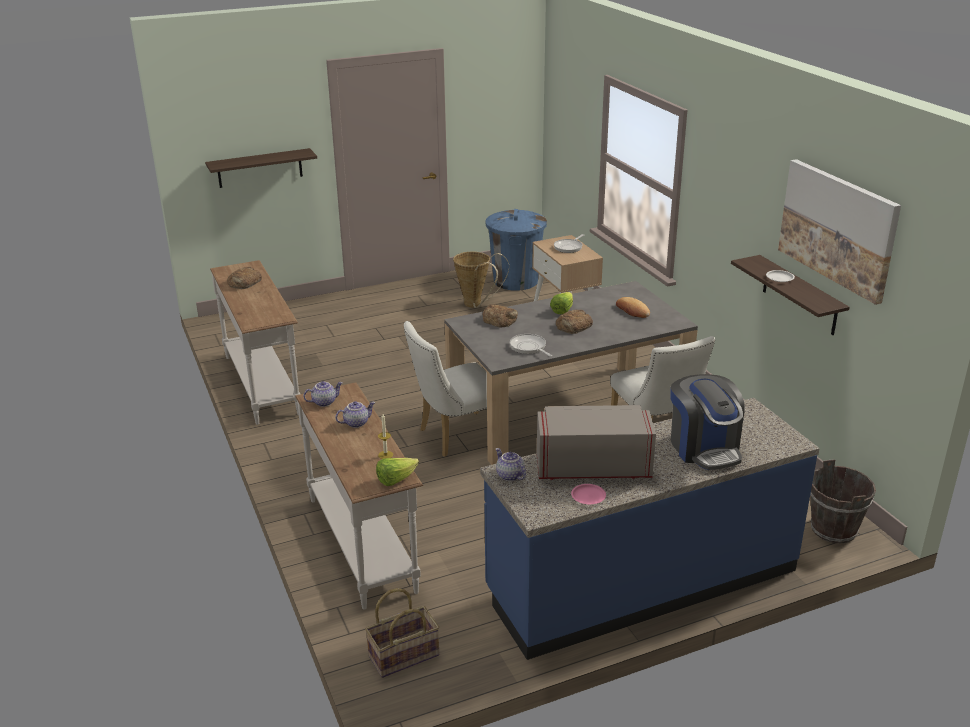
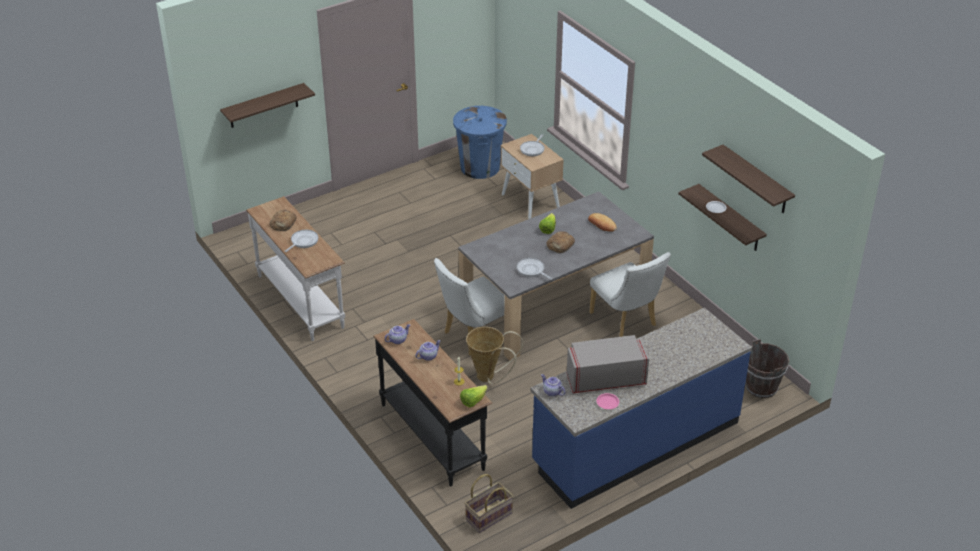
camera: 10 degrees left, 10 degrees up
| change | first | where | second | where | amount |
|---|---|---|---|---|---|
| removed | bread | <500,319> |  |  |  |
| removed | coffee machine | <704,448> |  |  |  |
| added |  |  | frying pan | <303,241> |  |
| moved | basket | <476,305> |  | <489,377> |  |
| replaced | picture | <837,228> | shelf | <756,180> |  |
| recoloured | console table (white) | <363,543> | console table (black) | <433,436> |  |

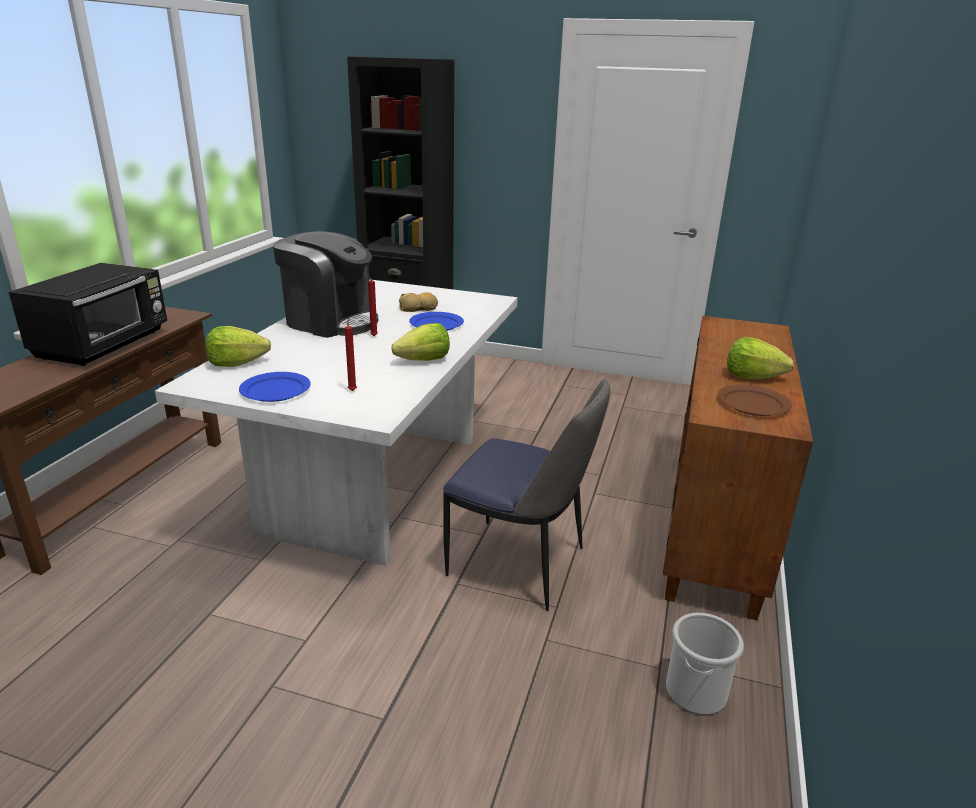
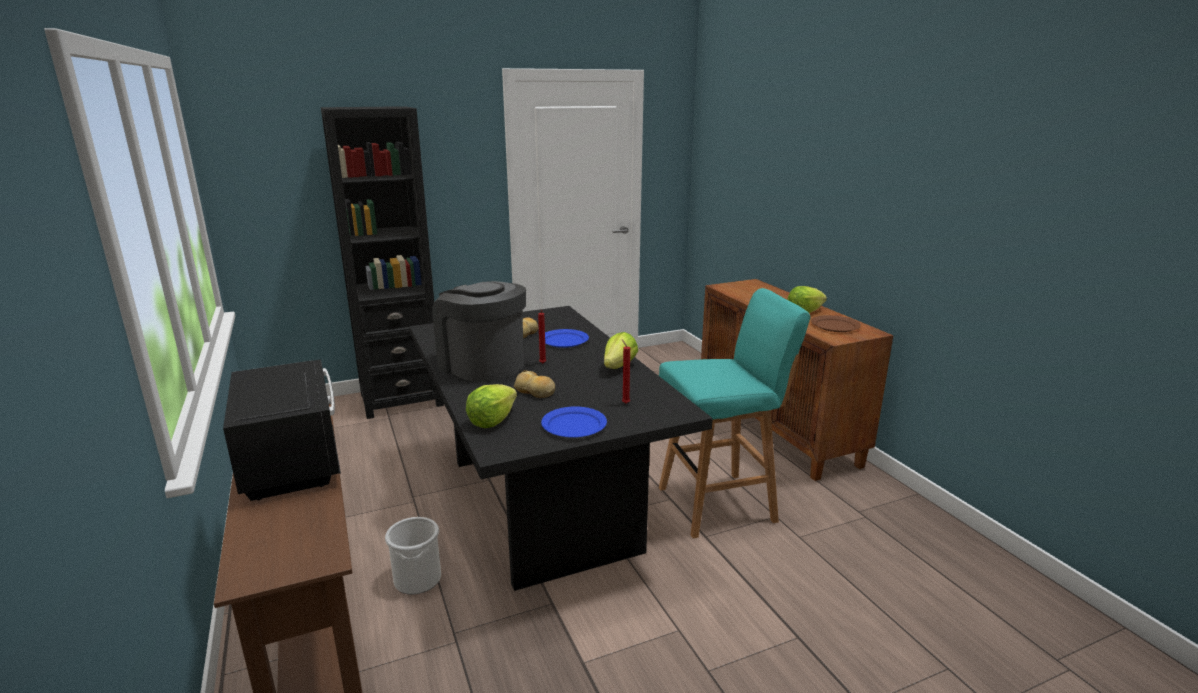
camera: 40 degrees left, 5 degrees down
| change | first | where | second | where | amount |
|---|---|---|---|---|---|
| added |  |  | bread | <535,391> |  |
| moved | bucket | <696,692> |  | <418,579> |  |
| replaced | chair | <520,564> | stool (turquoise) | <719,504> |  |
| recoloured | dining table (white) | <375,481> | dining table (black) | <540,503> |  |
| turned | coffee machine | <330,321> |  | <482,365> | 120 degrees counterclockwise |

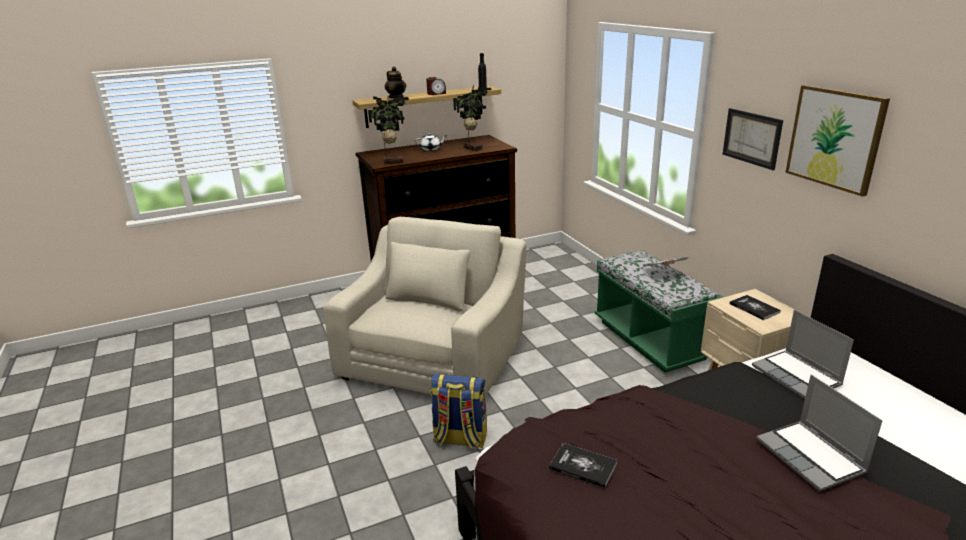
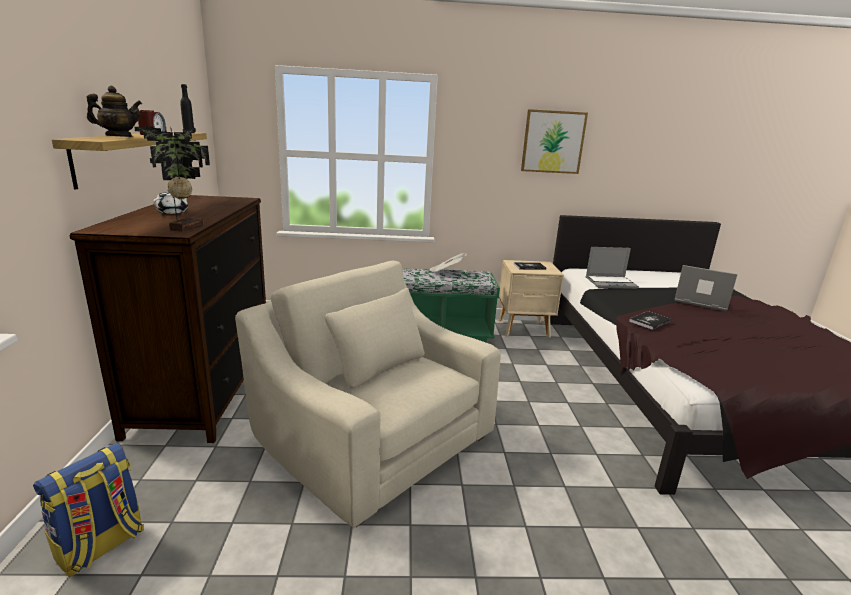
camera: 70 degrees left, 5 degrees down
| change | first | where | second | where | amount |
|---|---|---|---|---|---|
| removed | potted plant | <473,148> |  |  |  |
| removed | picture | <752,138> |  |  |  |
| moved | backpack | <460,439> |  | <100,546> |  |
| moved | book | <583,466> |  | <649,321> |  |
| turned | laptop | <811,457> |  | <699,301> | 150 degrees counterclockwise |

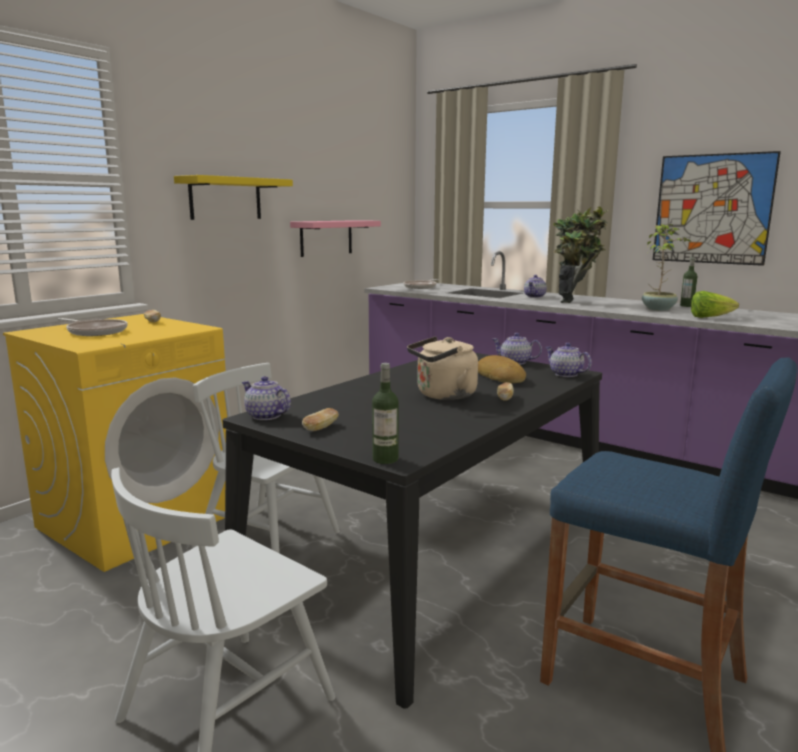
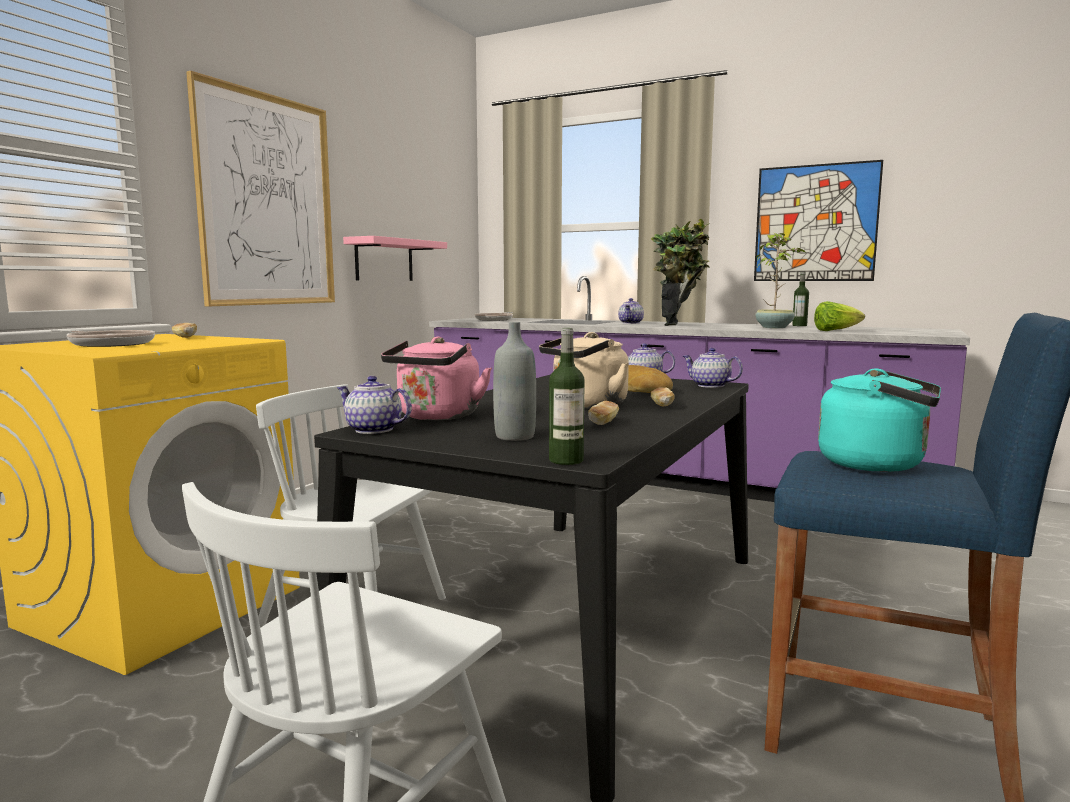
camera: 10 degrees left, 5 degrees down
| change | first | where | second | where | amount |
|---|---|---|---|---|---|
| added |  |  | kettle (pink) | <437,417> |  |
| added |  |  | bottle (grey) | <515,436> |  |
| added |  |  | kettle (turquoise) | <878,464> |  |
| moved | bread | <321,428> |  | <604,423> |  |
| replaced | shelf (yellow) | <225,198> | picture | <267,201> |  |

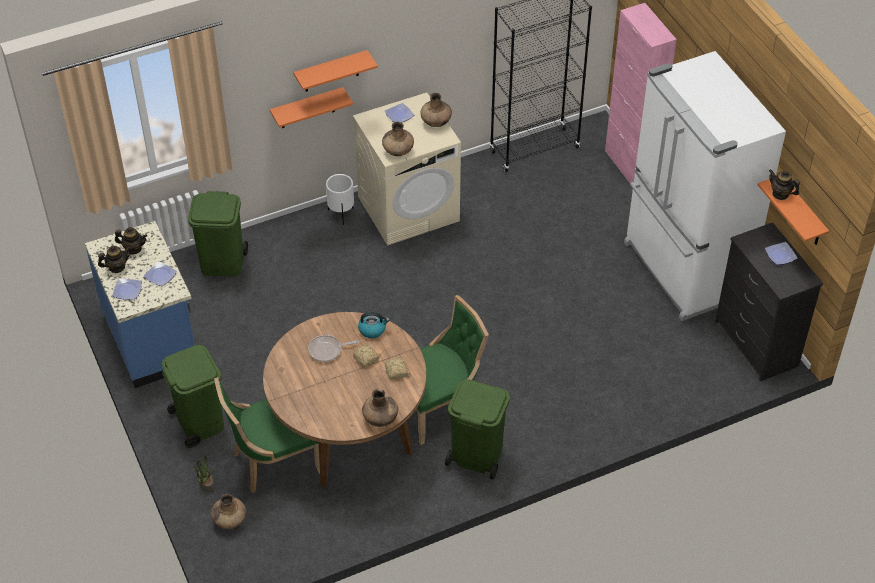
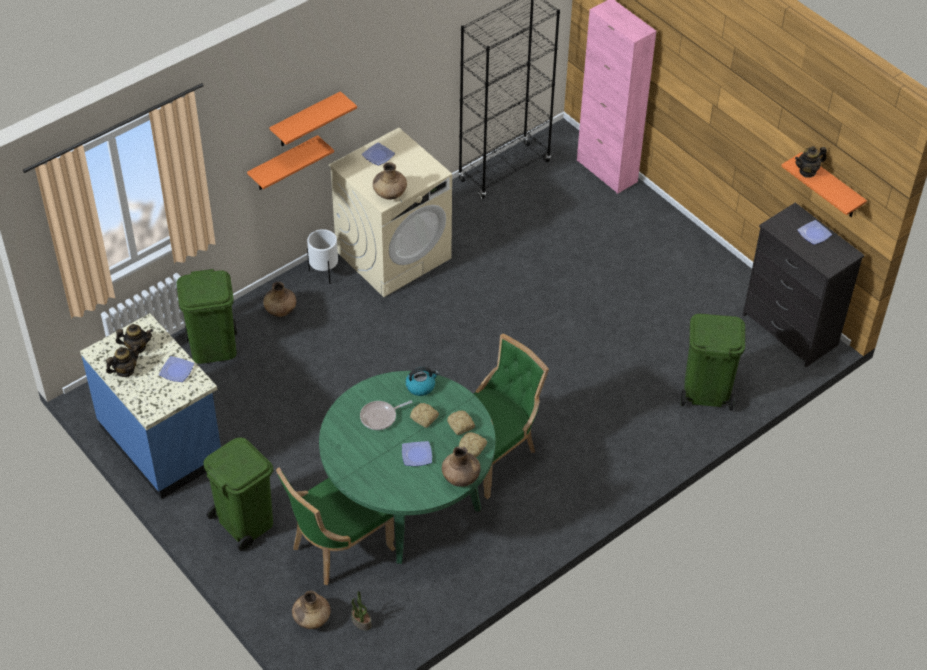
camera: 15 degrees left, 0 degrees up
| change | first | where | second | where | amount |
|---|---|---|---|---|---|
| removed | fridge (white) | <683,271> |  |  |  |
| added |  |  | bread | <473,447> |  |
| moved | plate | <127,291> |  | <416,456> |  |
| moved | potted plant | <206,484> |  | <361,622> |  |
| moved | vase (brown) | <436,122> |  | <280,310> |  |
| moved | trash can (green) | <476,456> |  | <706,392> |  |
| recoloured | dining table (brown) | <349,434> | dining table (green) | <408,503> |  |
| turned | teapot | <780,194> |  | <807,171> | 45 degrees counterclockwise |

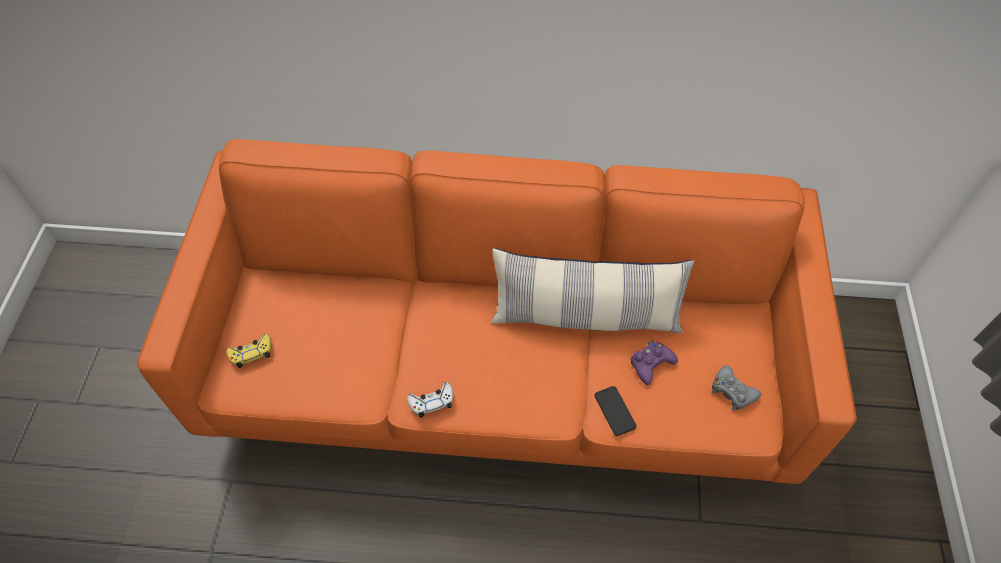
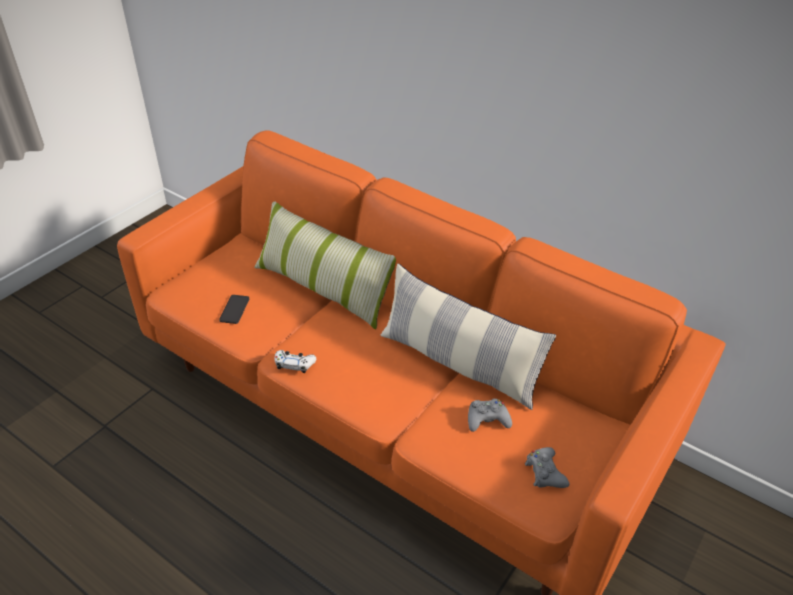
camera: 30 degrees right, 15 degrees down
| change | first | where | second | where | amount |
|---|---|---|---|---|---|
| removed | game controller (yellow) | <251,353> |  |  |  |
| added |  |  | pillow | <323,288> |  |
| moved | phone | <615,411> |  | <234,309> |  |
| recoloured | game controller (purple) | <651,364> | game controller (grey) | <487,419> |  |

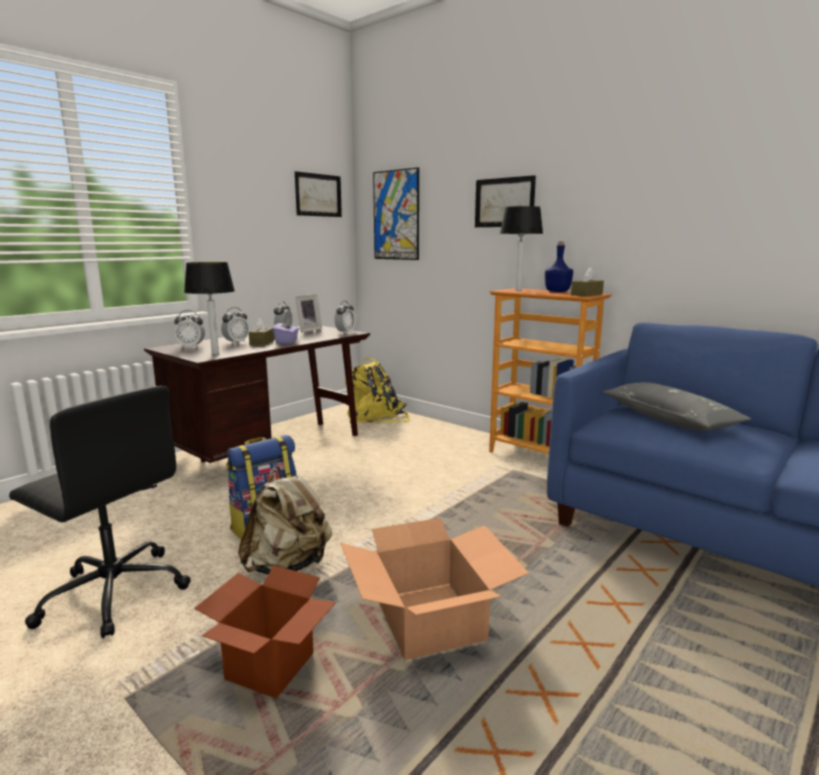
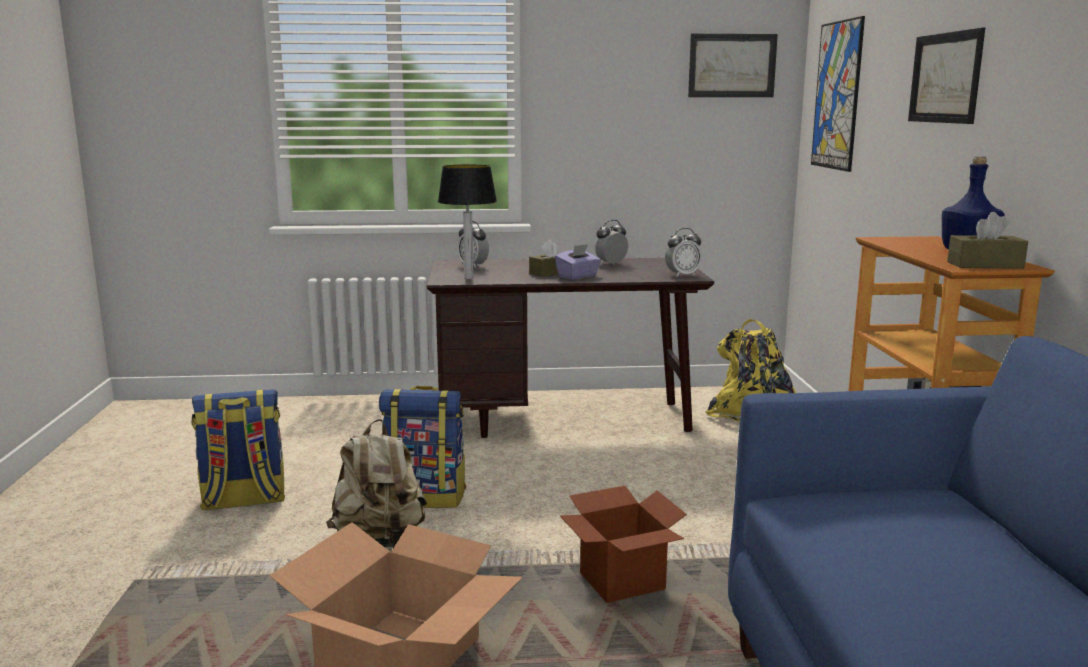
camera: 45 degrees right, 0 degrees up
| change | first | where | second | where | amount |
|---|---|---|---|---|---|
| removed | alarm clock | <236,342> |  |  |  |
| removed | picture frame | <307,330> |  |  |  |
| removed | table lamp | <517,290> |  |  |  |
| removed | pillow (grey) | <669,419> |  |  |  |
| moved | cardboard box | <270,666> |  | <622,581> |  |
| replaced | office chair (black) | <114,592> | backpack | <243,500> |  |

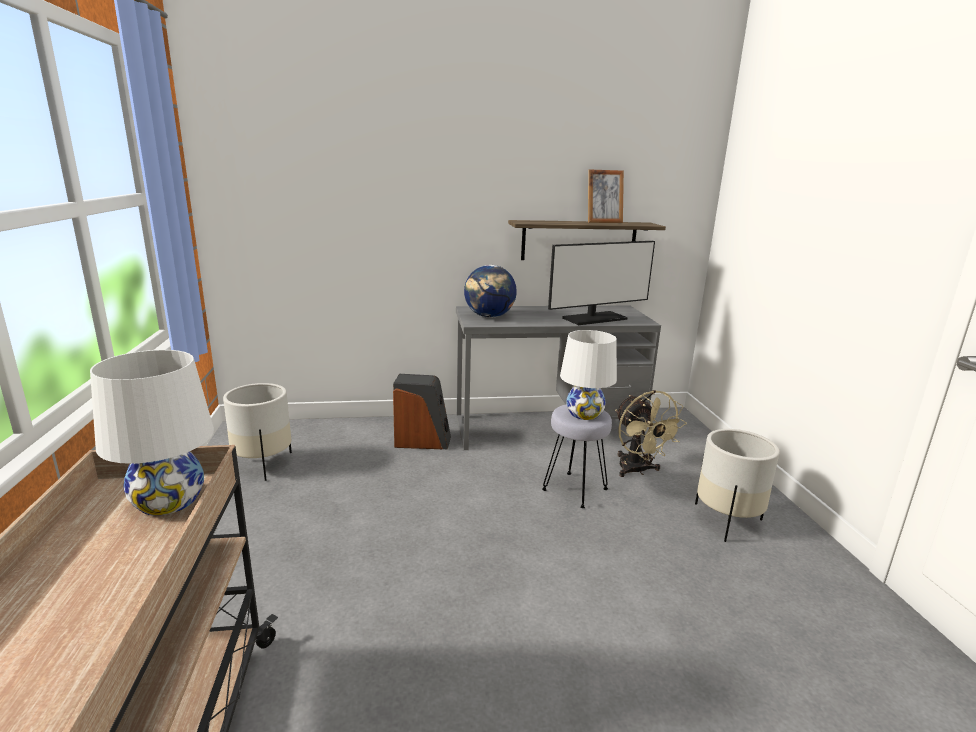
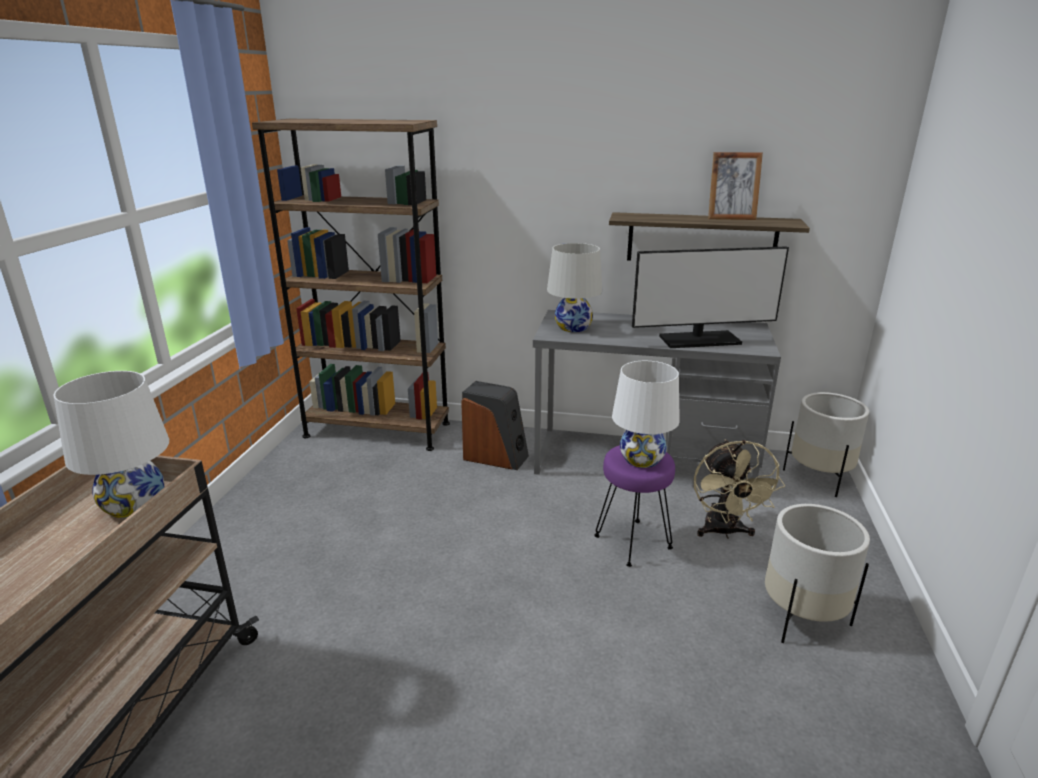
camera: 20 degrees right, 5 degrees up
| change | first | where | second | where | amount |
|---|---|---|---|---|---|
| added |  |  | bookcase (brown) | <377,430> |  |
| moved | planter (white) | <263,464> |  | <819,477> |  |
| replaced | globe | <489,316> | table lamp (white) | <573,327> |  |
| recoloured | stool (grey) | <574,490> | stool (purple) | <632,542> |  |

